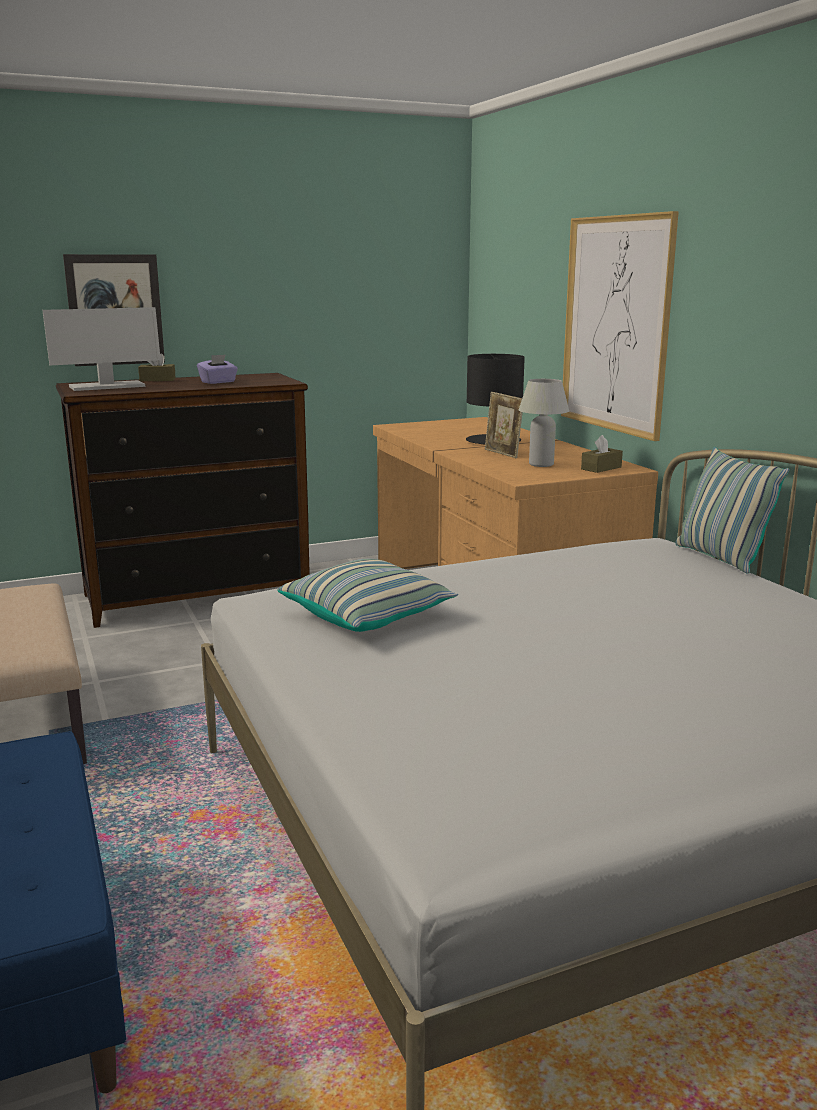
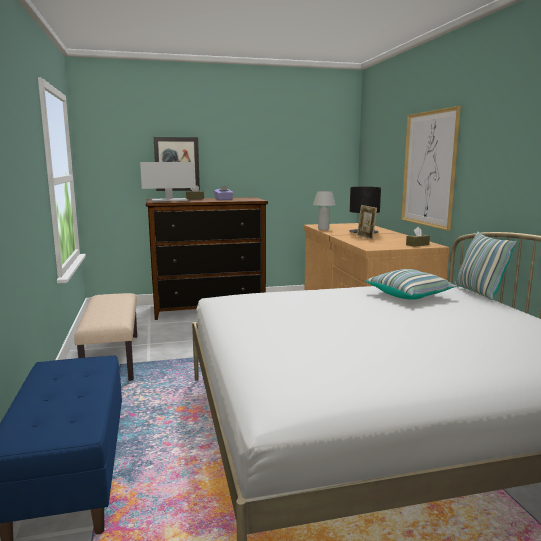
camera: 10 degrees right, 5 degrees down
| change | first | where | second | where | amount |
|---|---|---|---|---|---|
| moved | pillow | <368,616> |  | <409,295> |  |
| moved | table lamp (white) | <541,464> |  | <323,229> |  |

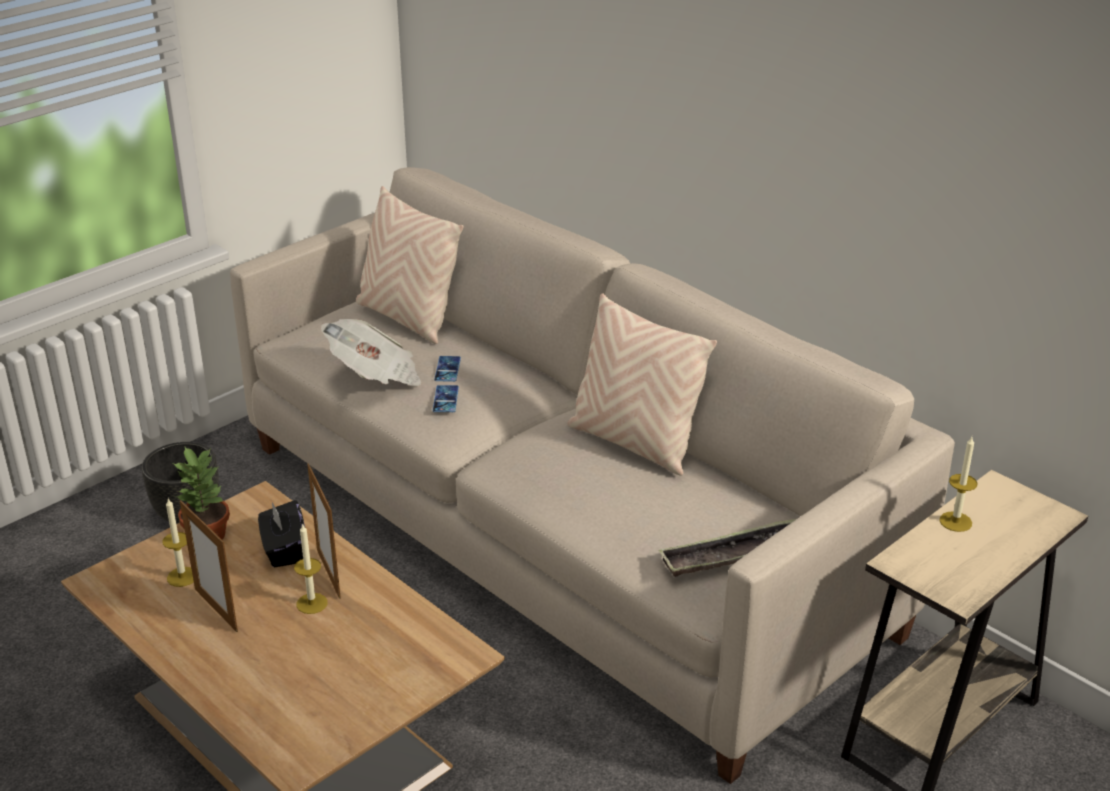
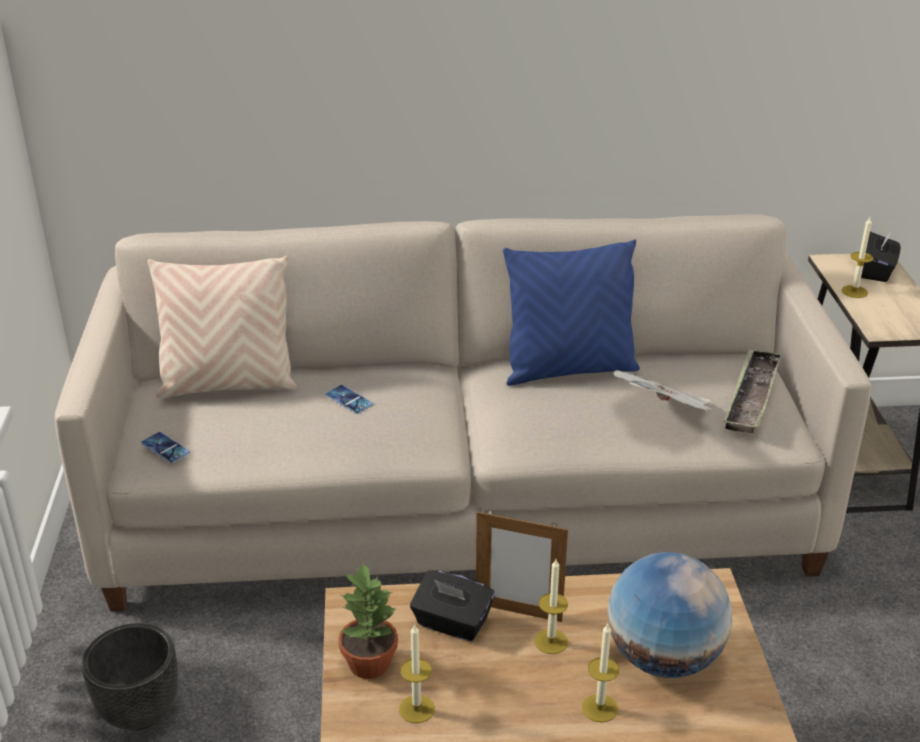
camera: 50 degrees left, 0 degrees up
| change | first | where | second | where | amount |
|---|---|---|---|---|---|
| removed | picture frame | <216,610> |  |  |  |
| added |  |  | candle | <599,708> |  |
| added |  |  | globe | <663,658> |  |
| added |  |  | tissue box (black) | <876,271> |  |
| moved | newspaper | <375,376> |  | <665,414> |  |
| moved | phone | <445,399> |  | <165,448> |  |
| recoloured | pillow (beige) | <634,443> | pillow (blue) | <569,370> |  |

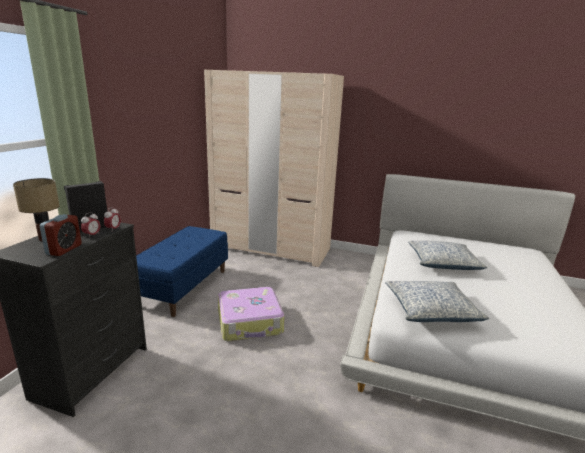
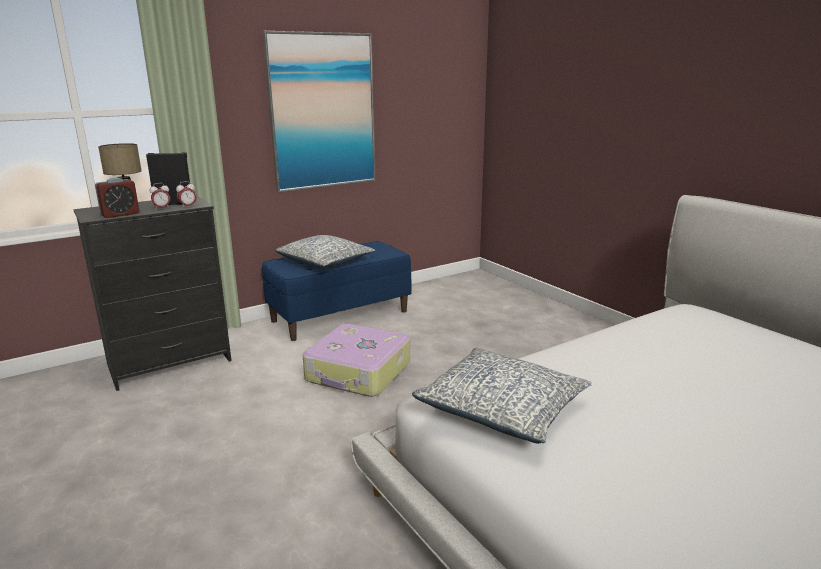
camera: 40 degrees right, 0 degrees up
| change | first | where | second | where | amount |
|---|---|---|---|---|---|
| removed | wardrobe (beige) | <271,248> |  |  |  |
| added |  |  | picture | <323,112> |  |
| moved | pillow | <443,263> |  | <325,262> |  |

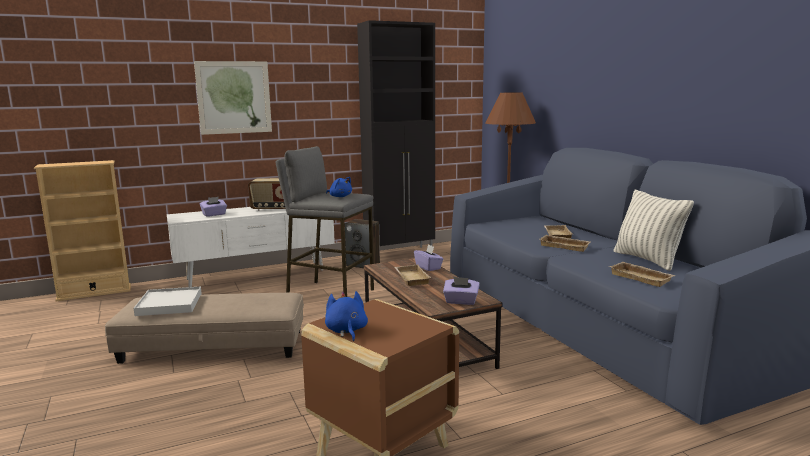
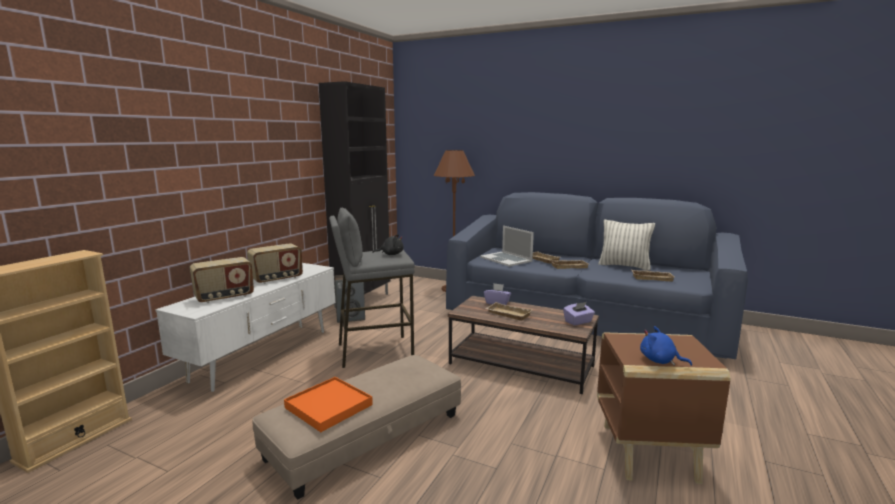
camera: 40 degrees left, 0 degrees up
| change | first | where | second | where | amount |
|---|---|---|---|---|---|
| removed | picture | <234,97> |  |  |  |
| added |  |  | laptop | <506,259> |  |
| replaced | tissue box (purple) | <214,214> | radio | <224,297> |  |
| recoloured | tray (white) | <169,304> | tray (orange) | <329,406> |  |
| recoloured | plush toy (blue) | <340,196> | plush toy (black) | <390,254> |  |

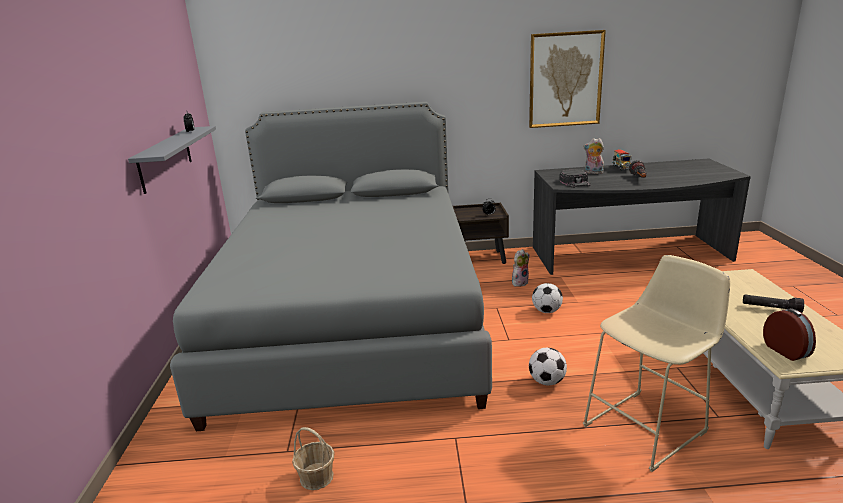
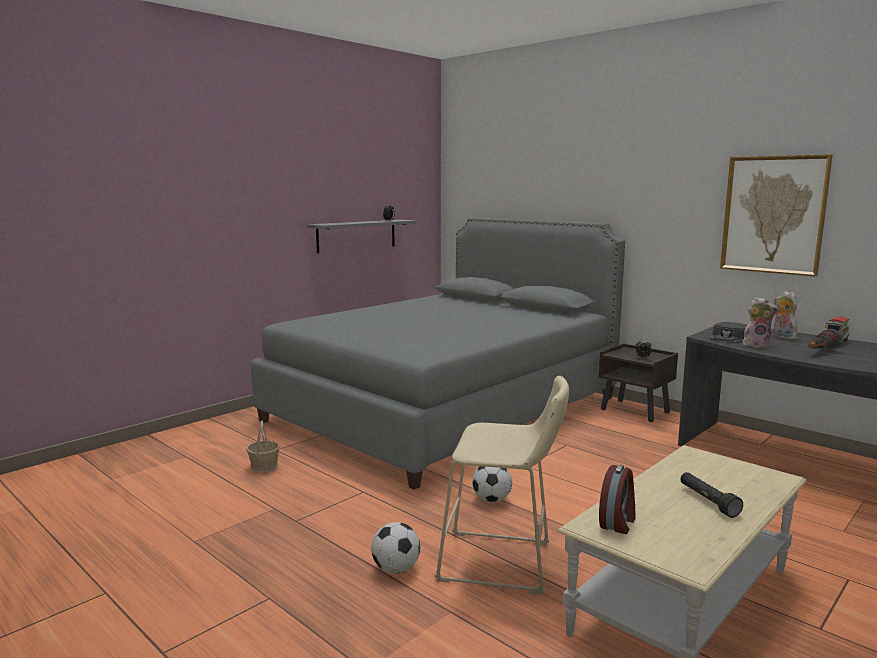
camera: 45 degrees right, 10 degrees down
| change | first | where | second | where | amount |
|---|---|---|---|---|---|
| moved | plush toy | <519,282> |  | <756,345> |  |
| moved | football | <546,311> |  | <395,569> |  |

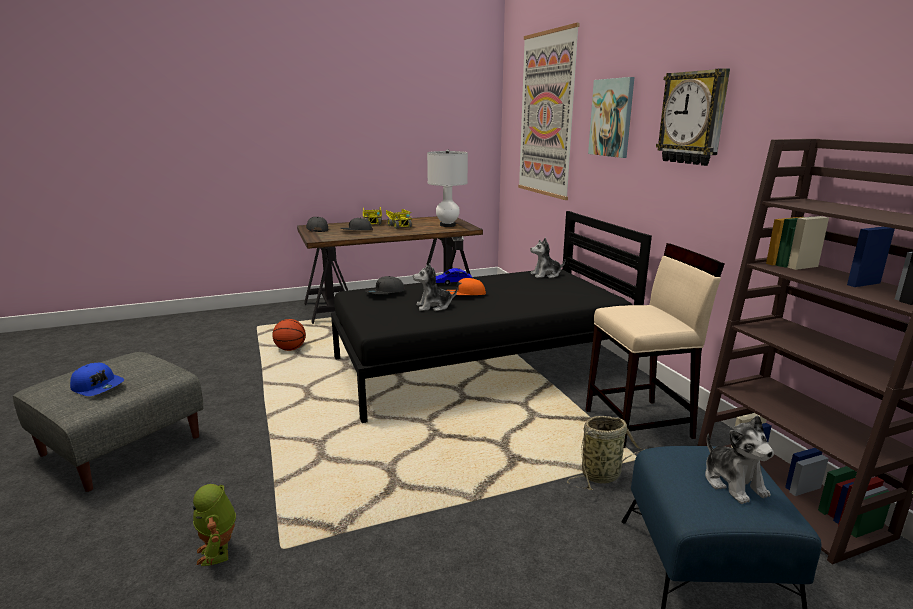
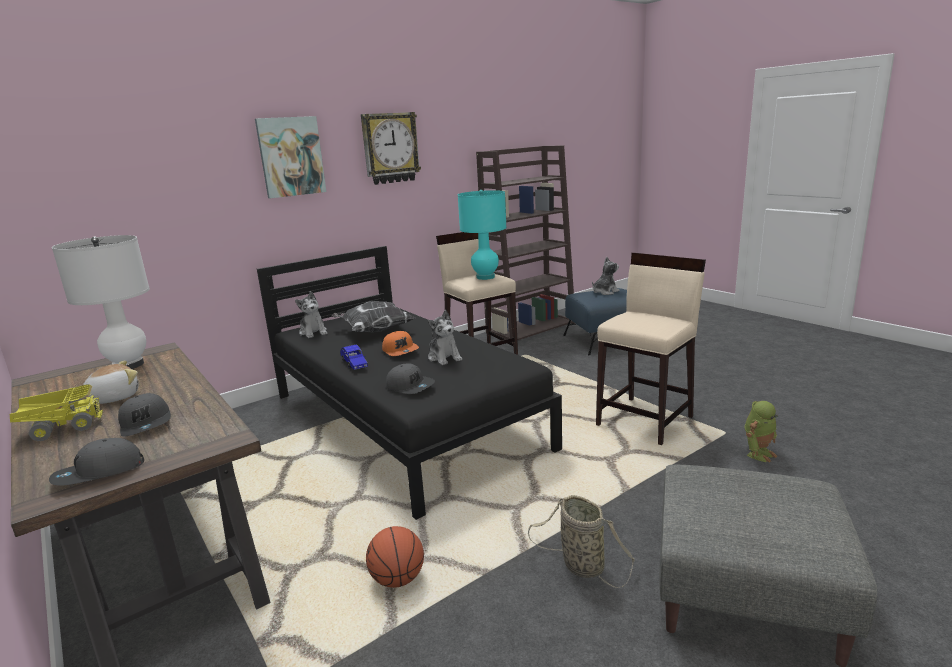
camera: 105 degrees left, 0 degrees up
| change | first | where | second | where | amount |
|---|---|---|---|---|---|
| removed | cap (blue) | <98,386> |  |  |  |
| removed | picture | <546,115> |  |  |  |
| added |  |  | pillow | <374,331> |  |
| added |  |  | table lamp (turquoise) | <485,277> |  |
| added |  |  | stool (beige) | <646,421> |  |
| moved | basket | <602,474> |  | <580,565> |  |
| replaced | toy truck | <399,226> | plush toy | <113,397> |  |

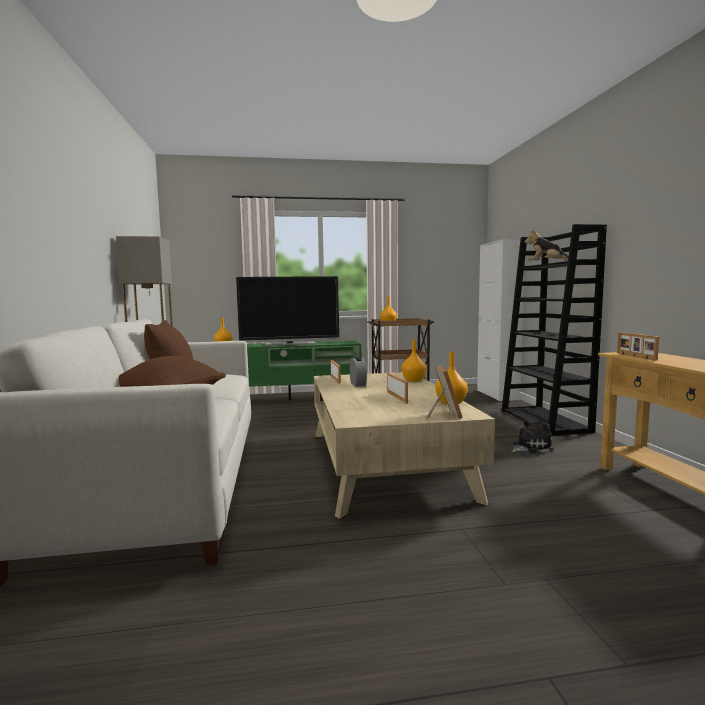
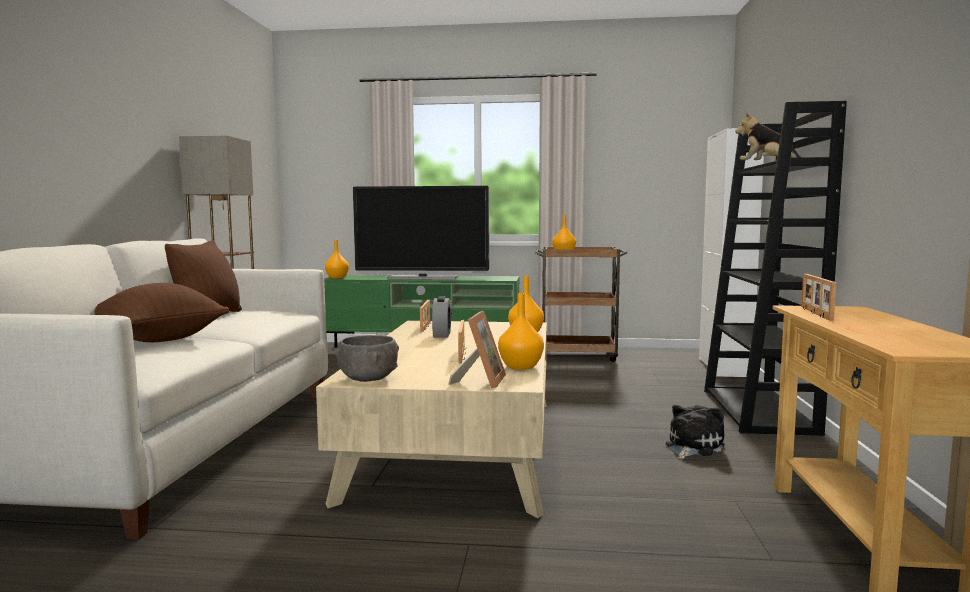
camera: 15 degrees right, 0 degrees up
| change | first | where | second | where | amount |
|---|---|---|---|---|---|
| added |  |  | bowl (grey) | <368,378> |  |
| turned | plush toy | <530,447> |  | <692,447> | 45 degrees counterclockwise |

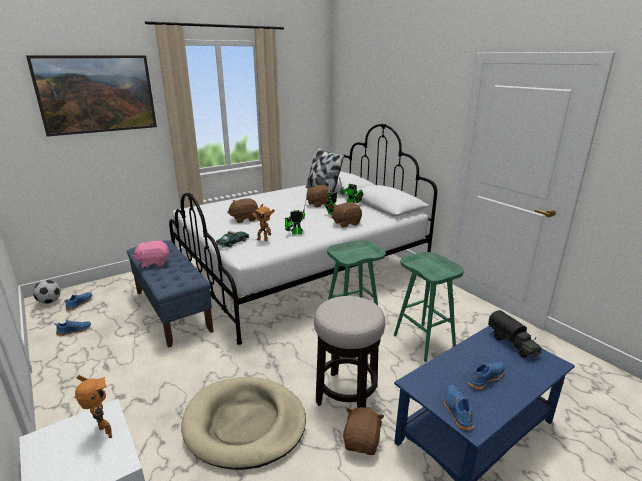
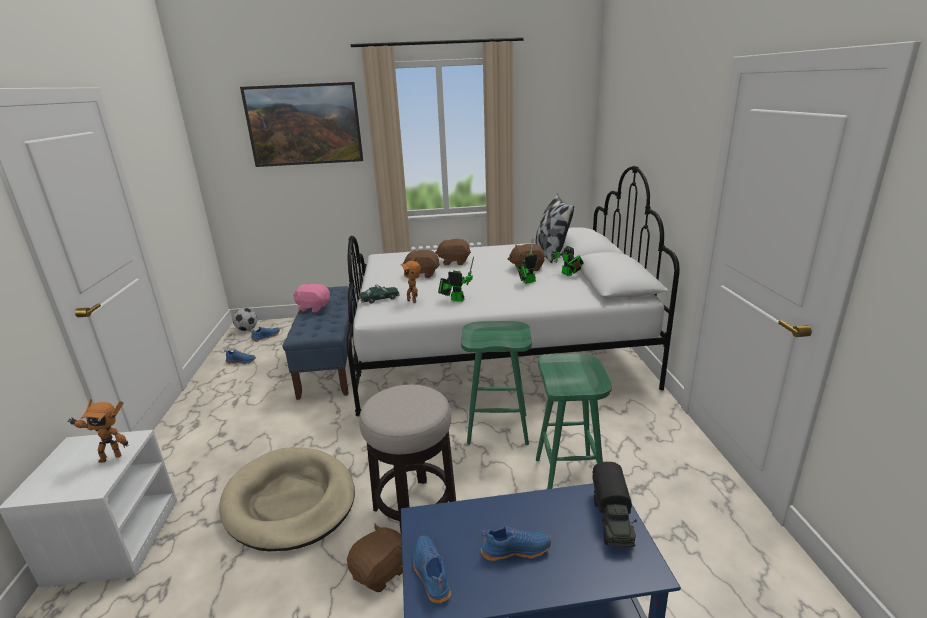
camera: 30 degrees right, 0 degrees up
| change | first | where | second | where | amount |
|---|---|---|---|---|---|
| moved | plush toy (brown) | <346,223> |  | <454,262> |  |
| turned | toy robot | <103,434> |  | <111,457> | 90 degrees clockwise |
| turned | shoe (blue) | <456,411> |  | <430,574> | 45 degrees counterclockwise |

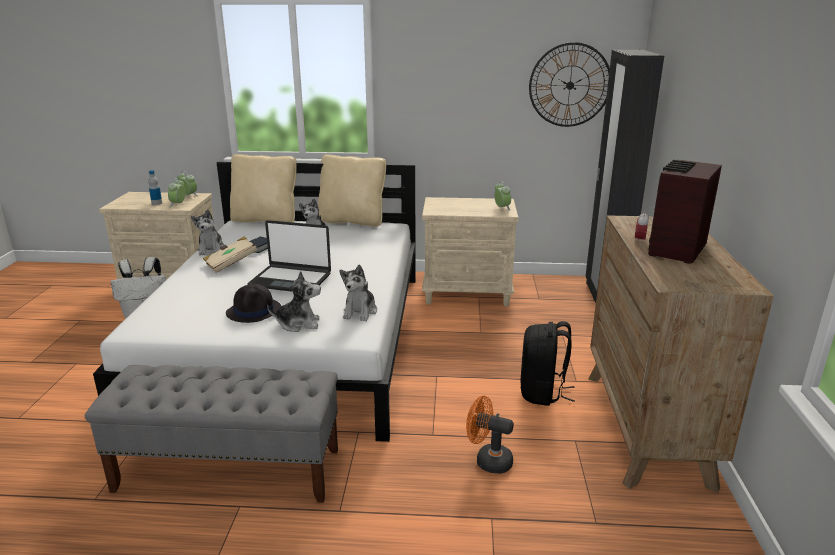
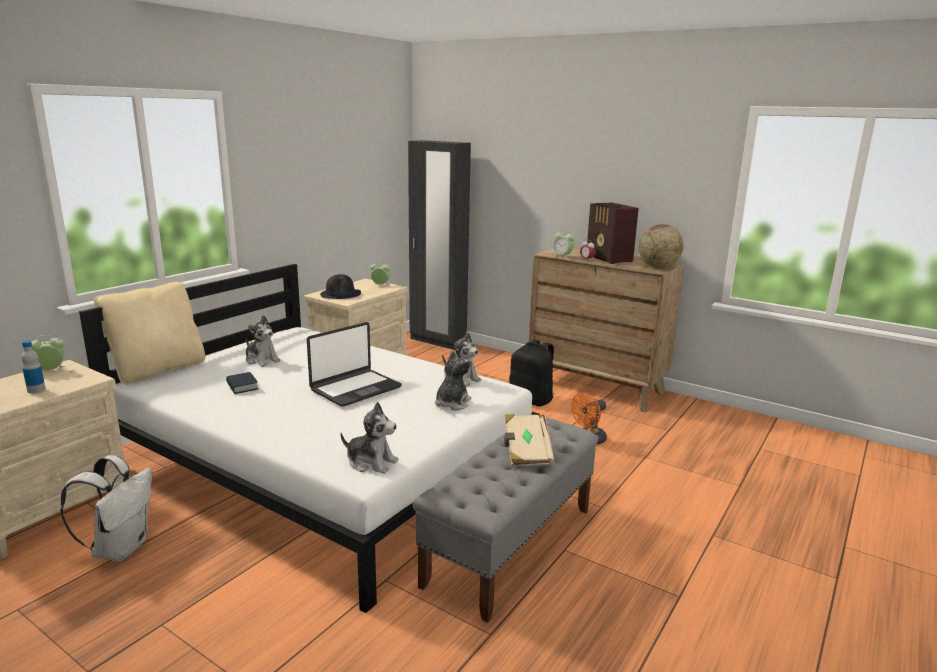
camera: 60 degrees left, 5 degrees down
| change | first | where | second | where | amount |
|---|---|---|---|---|---|
| removed | pillow (beige) | <352,221> |  |  |  |
| removed | wall clock | <569,85> |  |  |  |
| added |  |  | globe | <658,267> |  |
| moved | alarm clock | <178,204> |  | <563,256> |  |
| moved | plush toy | <211,249> |  | <371,462> |  |
| moved | book (beige) | <231,264> |  | <526,452> |  |
| moved | hat (black) | <254,311> |  | <341,294> |  |

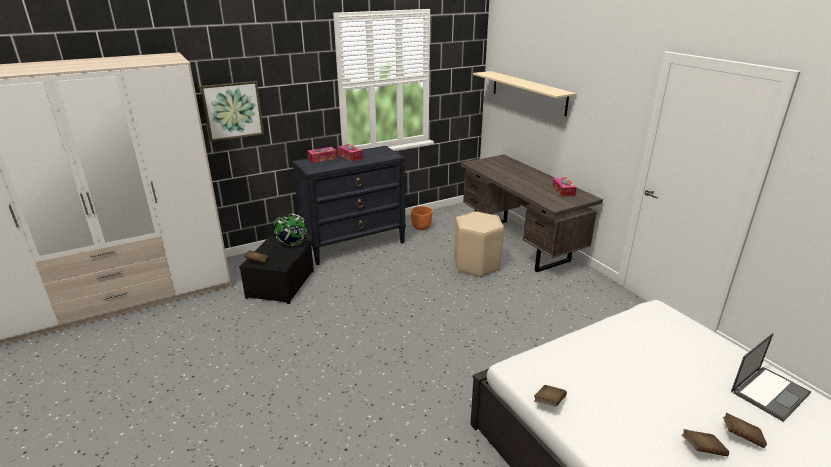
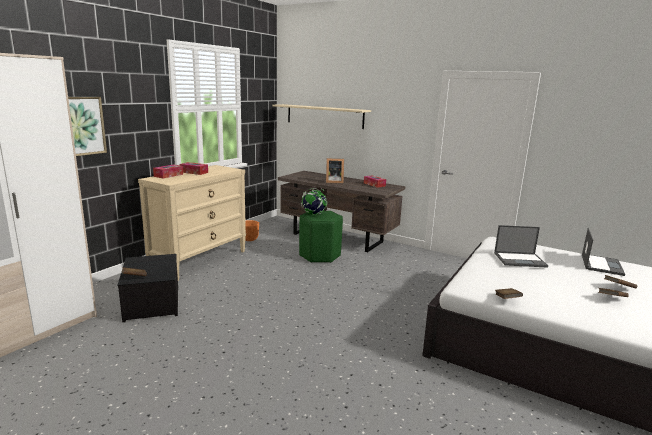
camera: 30 degrees left, 10 degrees down
| change | first | where | second | where | amount |
|---|---|---|---|---|---|
| added |  |  | picture frame | <333,182> |  |
| added |  |  | laptop | <520,260> |  |
| moved | globe | <292,244> |  | <313,214> |  |
| recoloured | dresser (black) | <354,245> | dresser (beige) | <200,260> |  |
| recoloured | stool (beige) | <476,265> | stool (green) | <319,256> |  |

